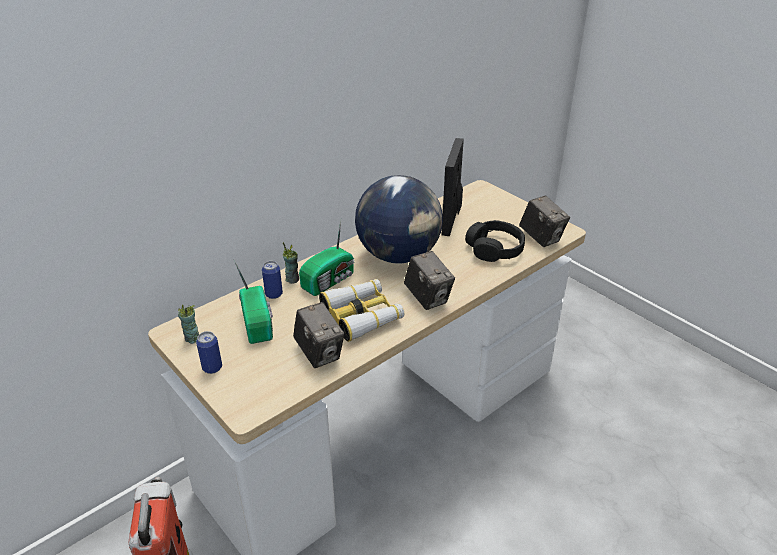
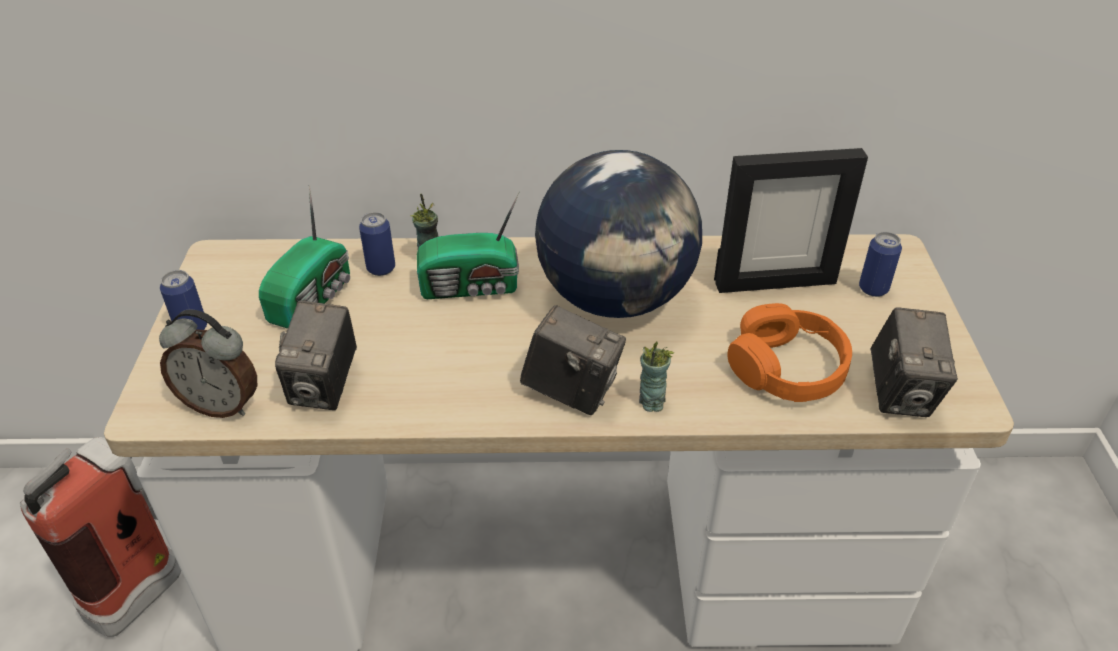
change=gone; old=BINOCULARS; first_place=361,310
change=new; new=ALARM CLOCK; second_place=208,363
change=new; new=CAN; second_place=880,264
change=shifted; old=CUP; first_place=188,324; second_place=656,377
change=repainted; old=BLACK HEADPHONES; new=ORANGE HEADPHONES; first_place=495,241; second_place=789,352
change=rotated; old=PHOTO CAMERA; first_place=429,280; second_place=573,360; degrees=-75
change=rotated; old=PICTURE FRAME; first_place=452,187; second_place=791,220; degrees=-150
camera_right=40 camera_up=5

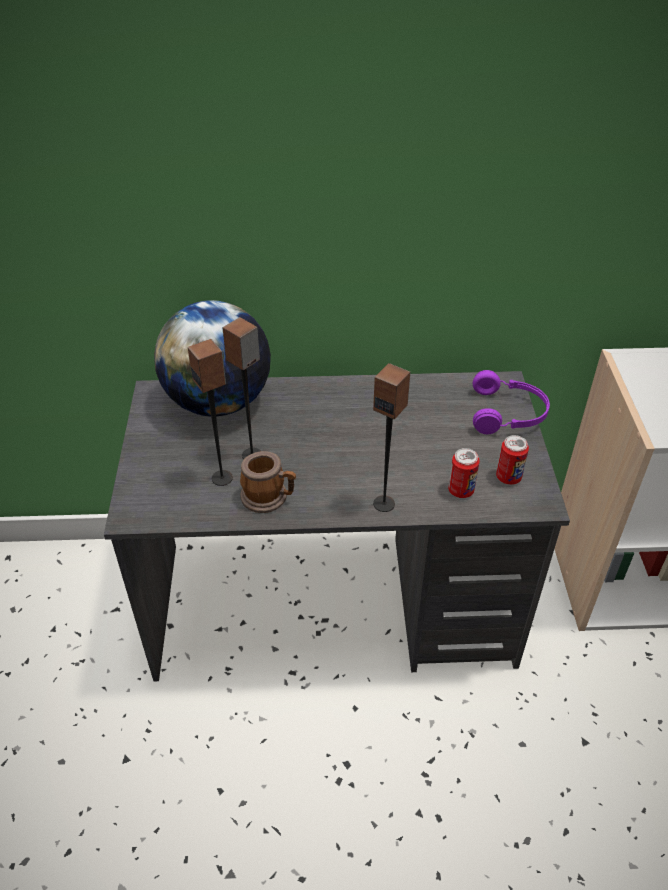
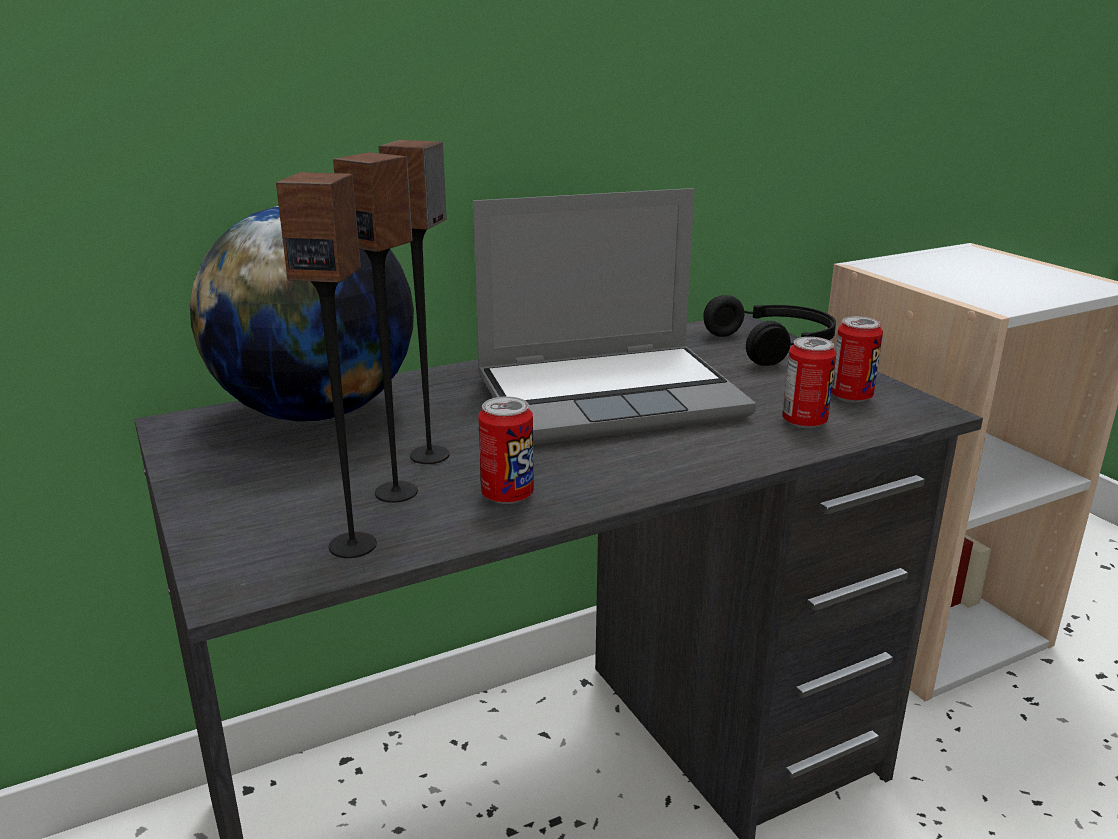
change=new; new=LAPTOP; second_place=614,316
change=shifted; old=SPEAKER; first_place=391,437; second_place=326,365
change=swapped; old=MUG; new=CAN; first_place=268,482; second_place=506,450
change=repainted; old=PURPLE HEADPHONES; new=BLACK HEADPHONES; first_place=511,402; second_place=769,330
camera_right=-25 camera_up=-20

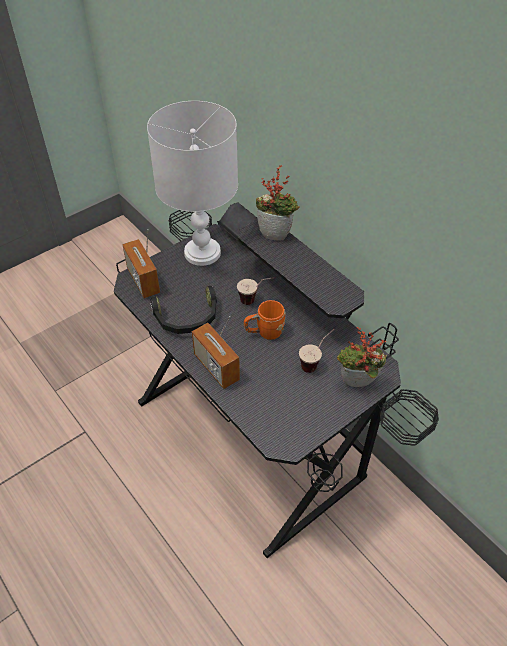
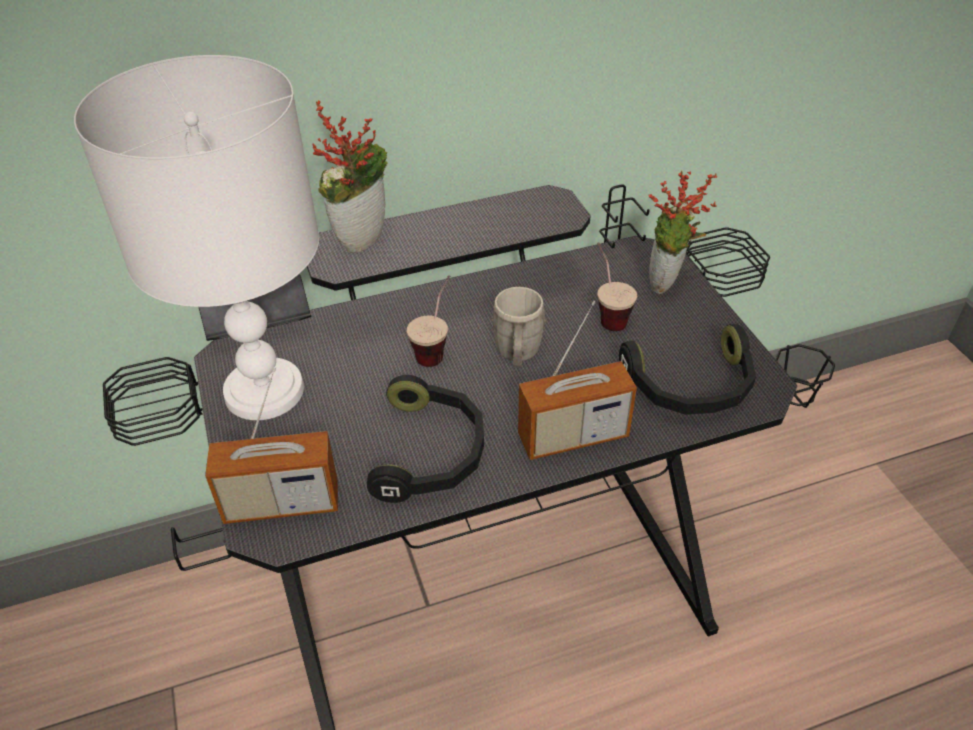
change=new; new=BLACK HEADPHONES; second_place=687,369
change=repainted; old=ORANGE MUG; new=GREY MUG; first_place=265,320; second_place=519,327
camera_right=-70 camera_up=-5

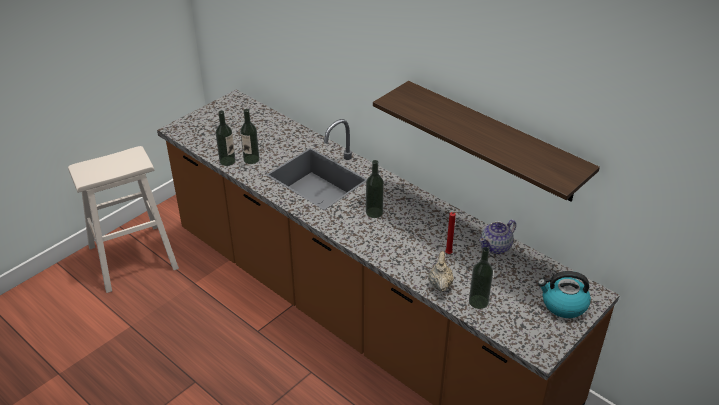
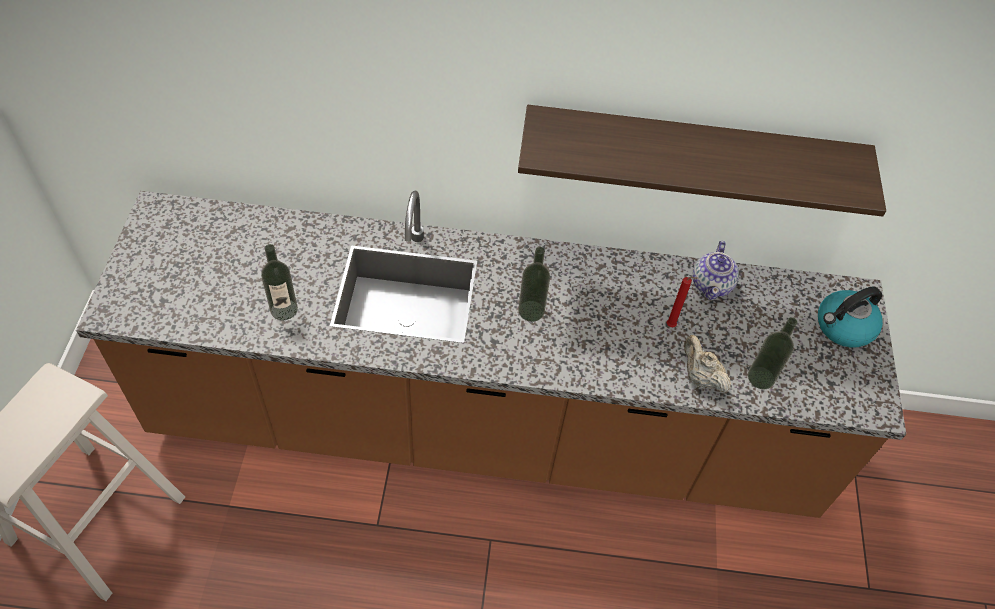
change=gone; old=BOTTLE; first_place=226,138
camera_right=-40 camera_up=15

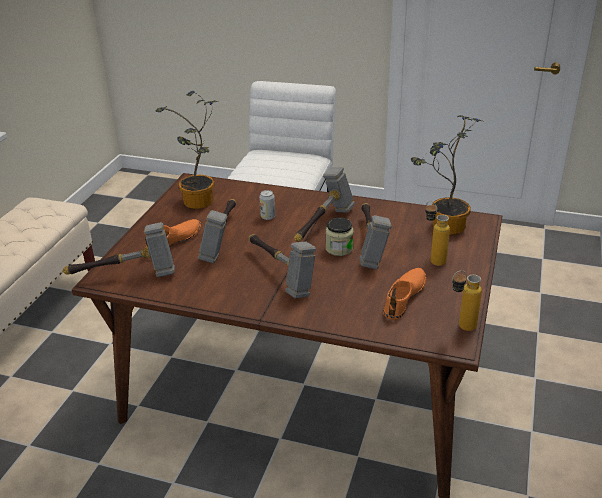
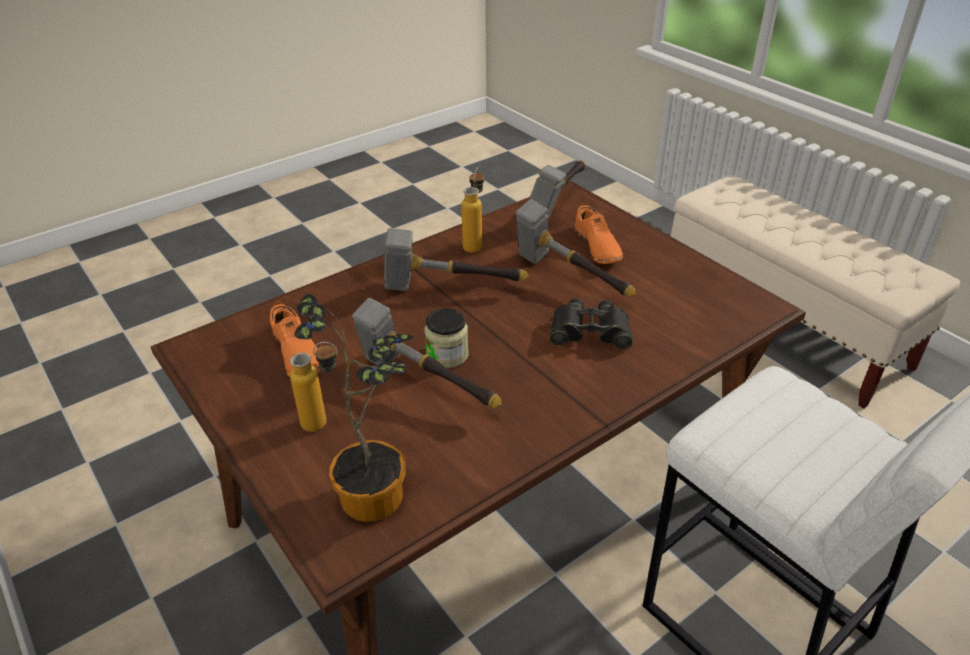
change=gone; old=POTTED PLANT; first_place=187,150
change=gone; old=HAMMER; first_place=324,204
change=shifted; old=BOTTLE; first_place=467,300; second_place=472,210
change=swapped; old=CAN; new=BLACK BINOCULARS; first_place=267,205; second_place=591,324
camera_right=125 camera_up=5

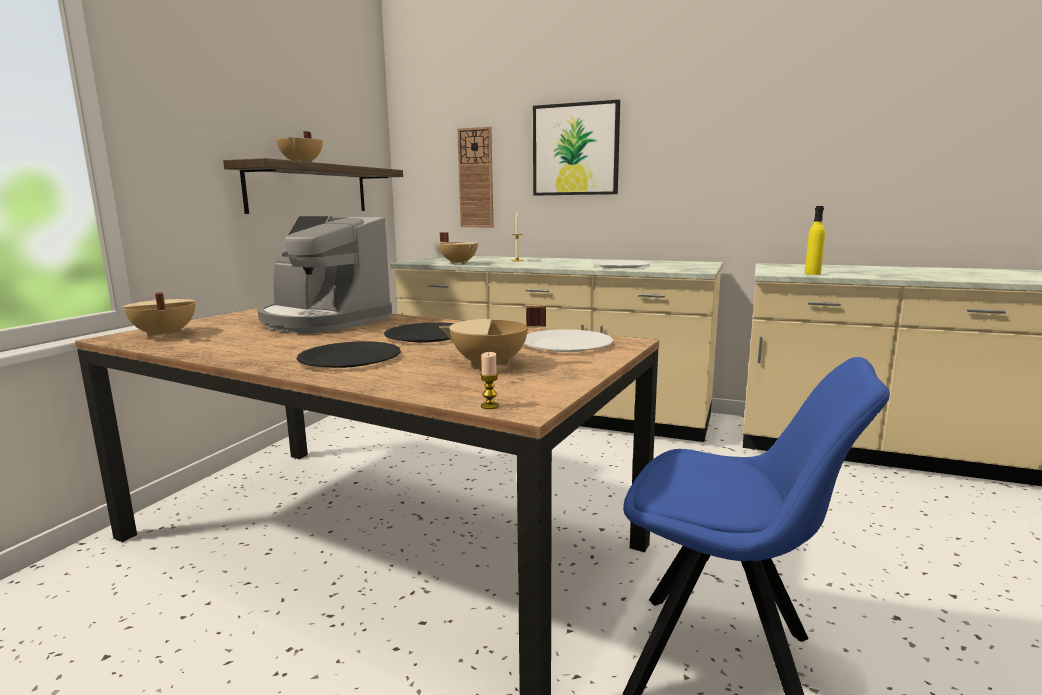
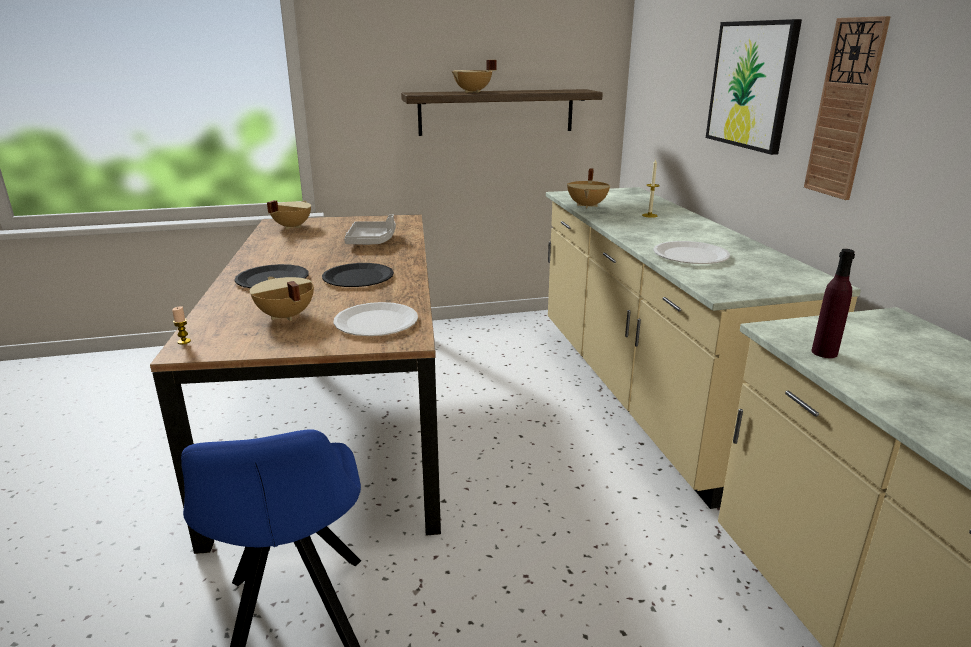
change=shifted; old=WALL CLOCK; first_place=475,177; second_place=847,108
change=swapped; old=COFFEE MACHINE; new=GREY TRAY; first_place=324,274; second_place=370,229
change=repainted; old=YELLOW BOTTLE; new=PURPLE BOTTLE; first_place=814,240; second_place=833,303
camera_right=55 camera_up=10

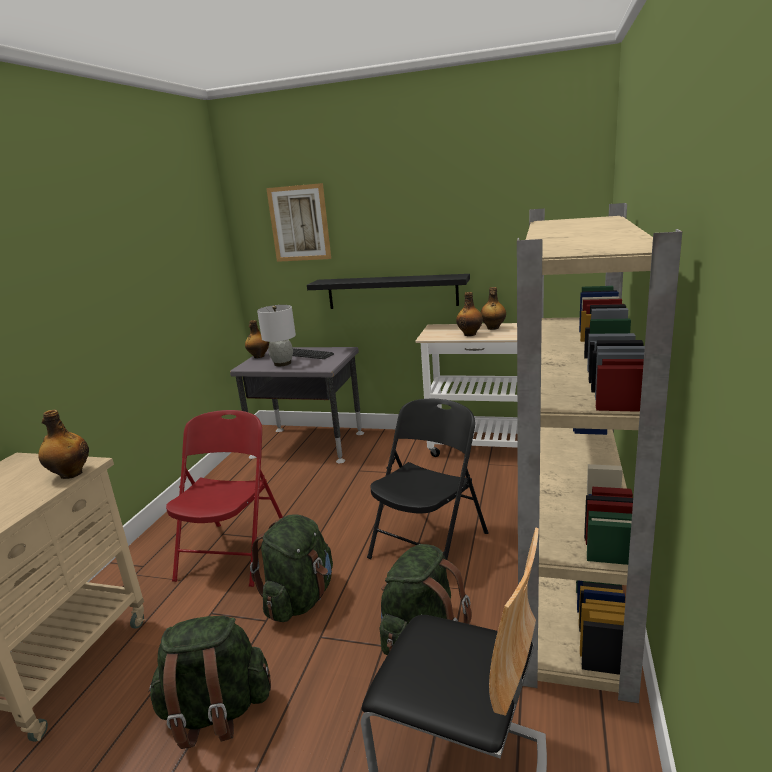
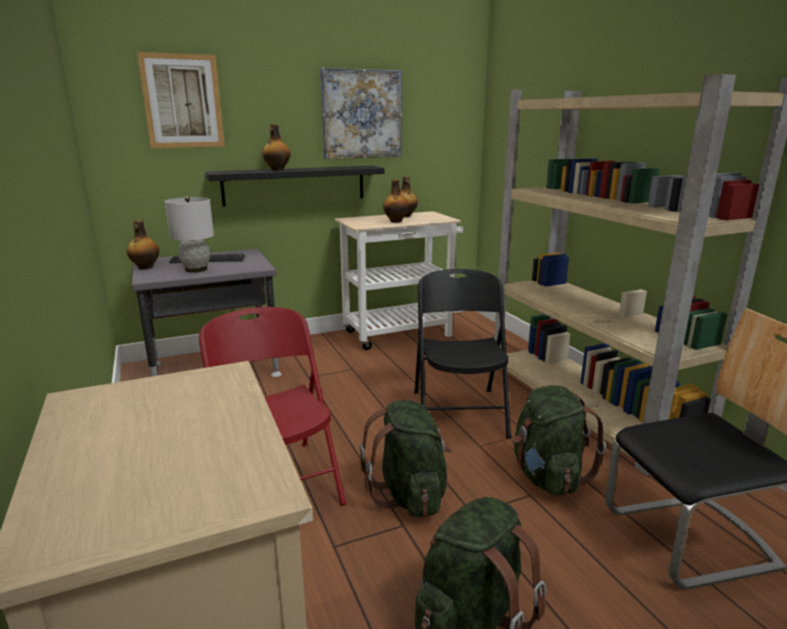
change=new; new=PICTURE; second_place=361,113
change=shifted; old=BOTTLE; first_place=63,444; second_place=276,147
camera_right=-40 camera_up=0

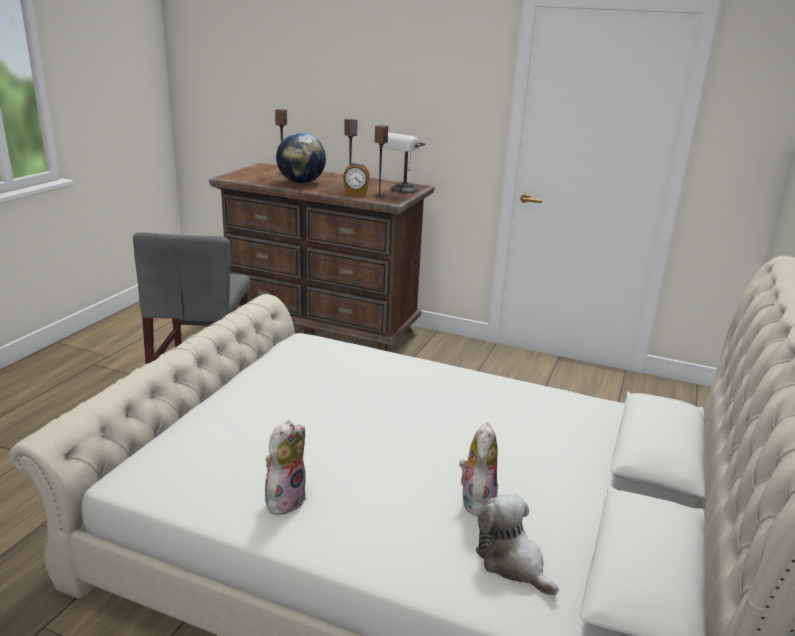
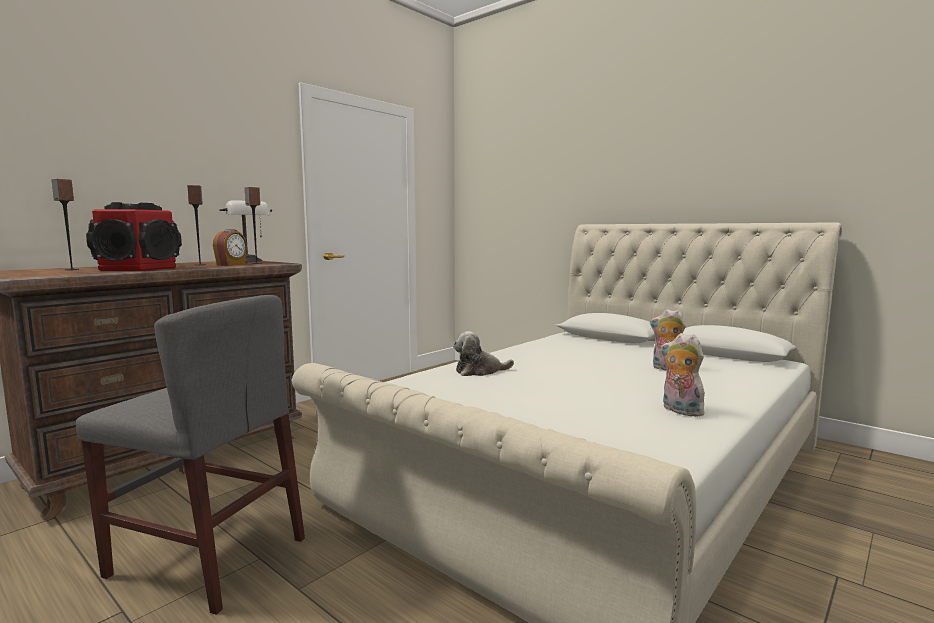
change=shifted; old=PLUSH TOY; first_place=517,544; second_place=483,353
change=swapped; old=GLOBE; new=SPEAKER; first_place=301,158; second_place=134,236
camera_right=-70 camera_up=-15

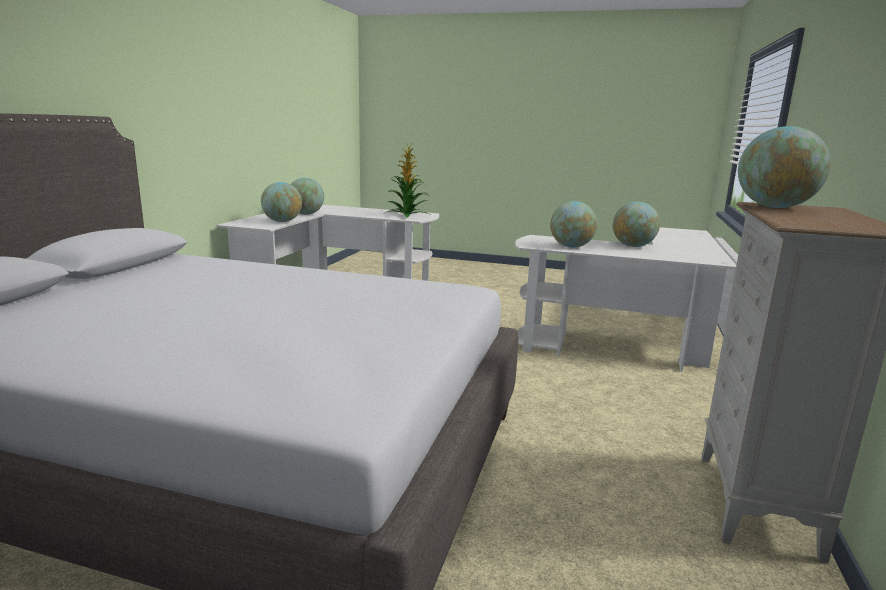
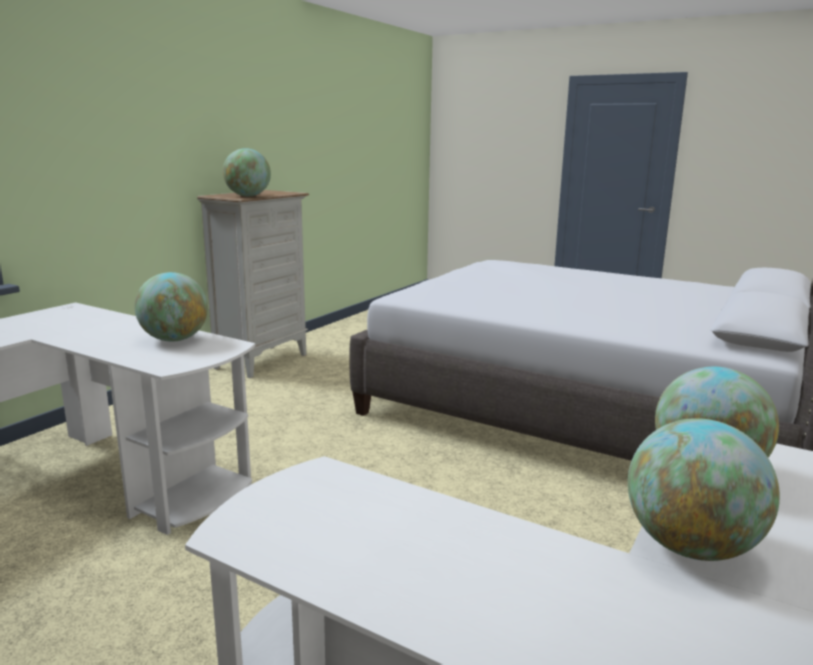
change=gone; old=POTTED PLANT; first_place=407,180
change=gone; old=GLOBE; first_place=636,224
camera_right=-165 camera_up=0

